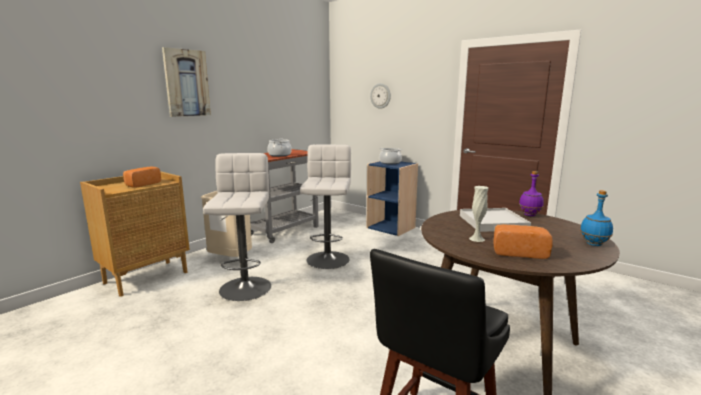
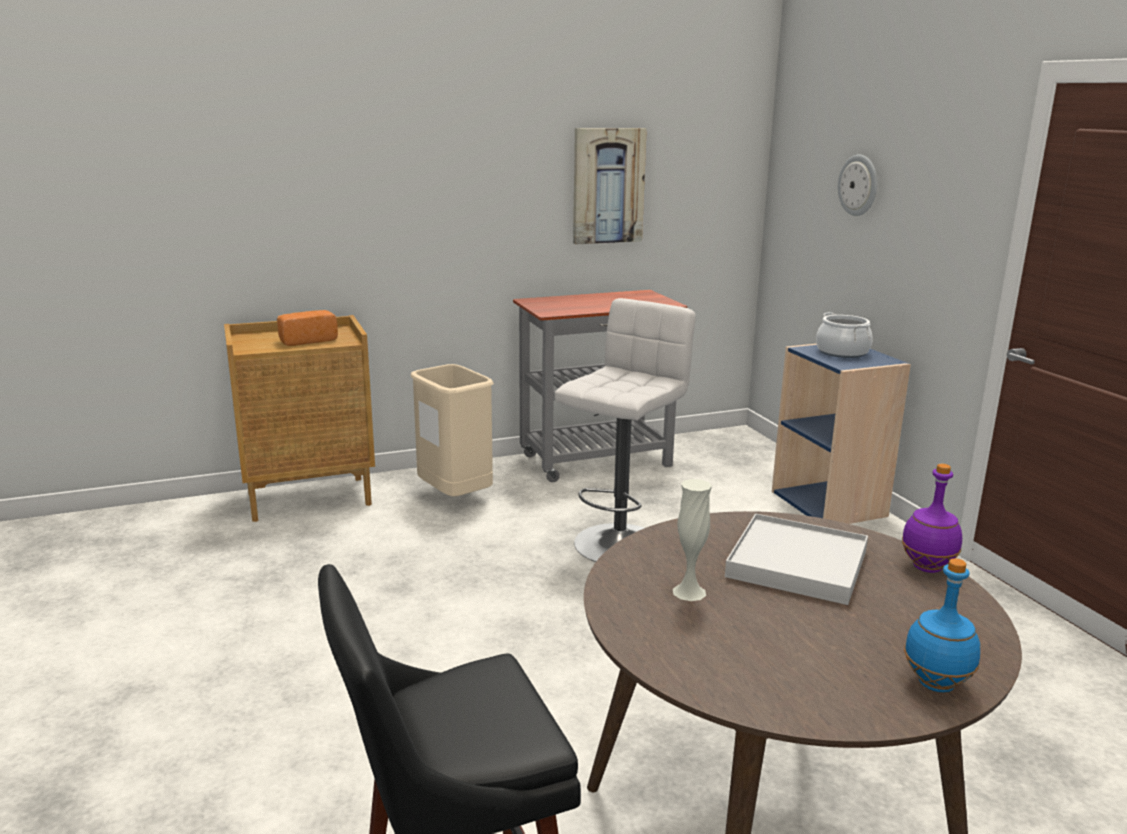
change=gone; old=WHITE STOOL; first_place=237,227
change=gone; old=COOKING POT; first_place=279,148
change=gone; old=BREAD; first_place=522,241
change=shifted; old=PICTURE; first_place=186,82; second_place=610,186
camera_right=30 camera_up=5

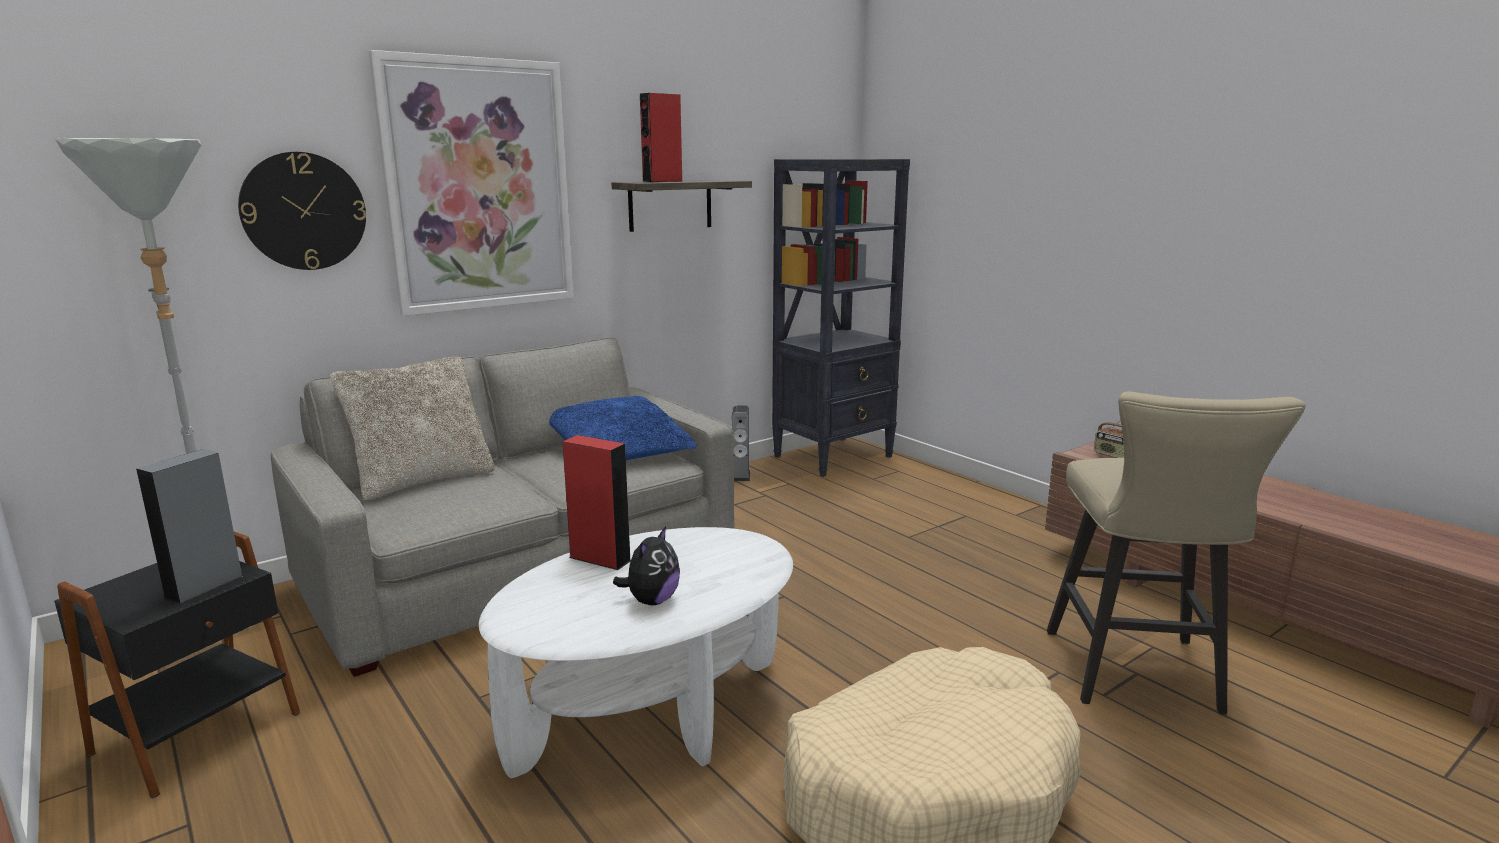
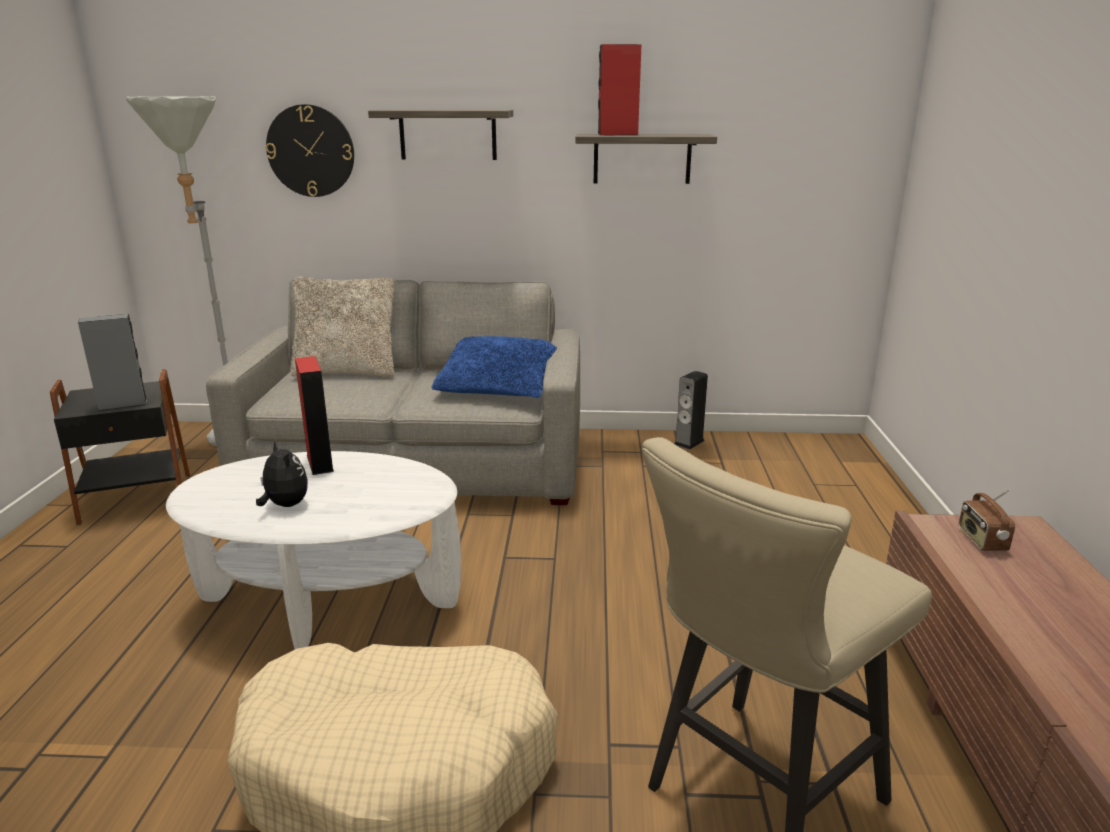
change=gone; old=BLACK BOOKCASE; first_place=841,318
change=swapped; old=PICTURE; new=SHELF; first_place=471,183; second_place=440,135
change=rotated; old=PLUSH TOY; first_place=646,566; second_place=282,474; degrees=-105
camera_right=40 camera_up=5

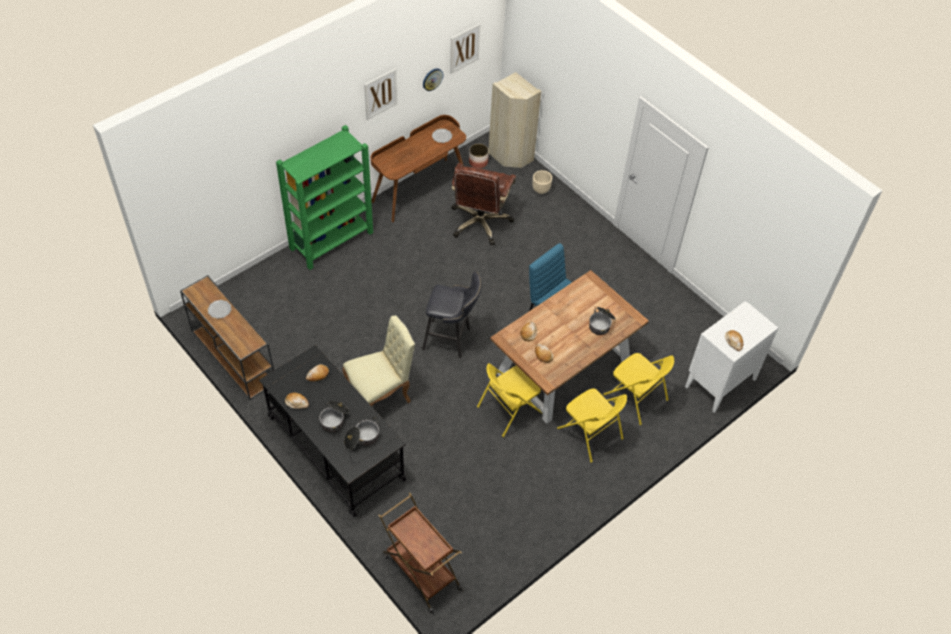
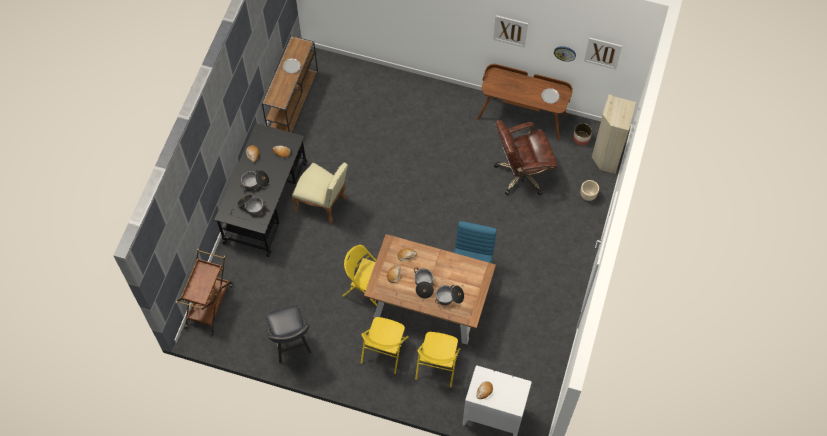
change=gone; old=GREEN BOOKCASE; first_place=324,197
change=new; new=COOKING POT; second_place=424,283
change=shifted; old=BLACK STOOL; first_place=452,315; second_place=289,334
camera_right=60 camera_up=10

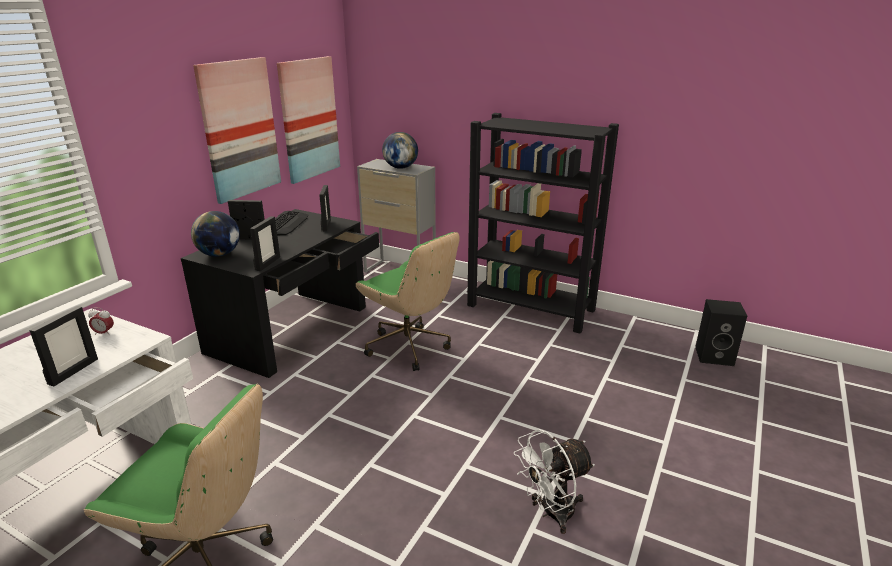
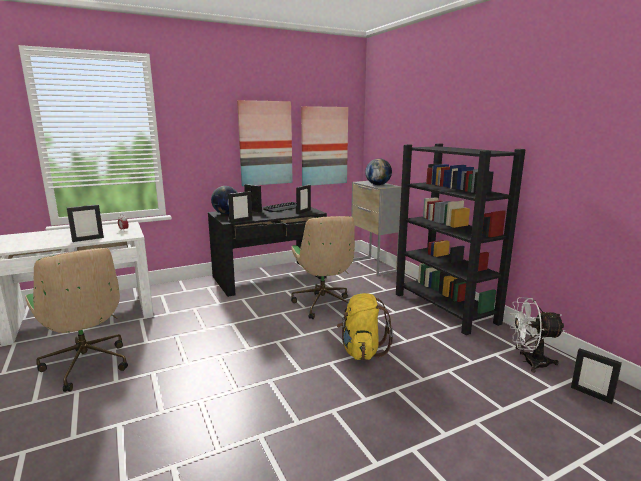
change=new; new=YELLOW BACKPACK; second_place=365,326
change=shifted; old=WHITE FAN; first_place=554,481; second_place=537,335
change=swapped; old=BLACK SPEAKER; new=PICTURE FRAME; first_place=721,332; second_place=596,376
camera_right=35 camera_up=-10

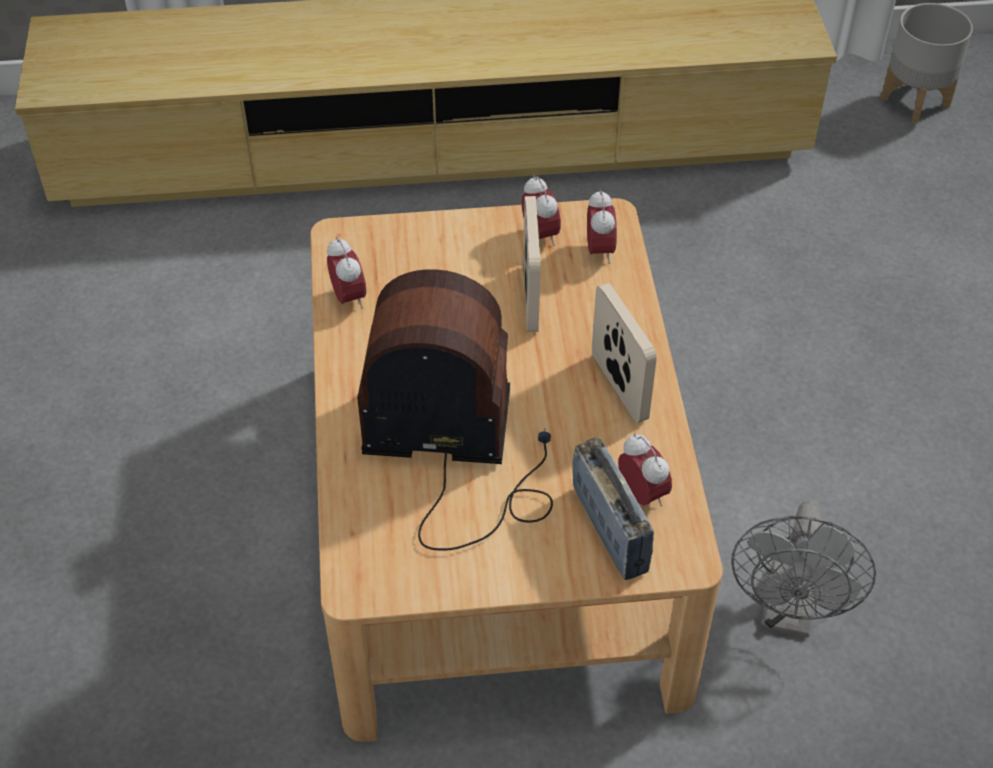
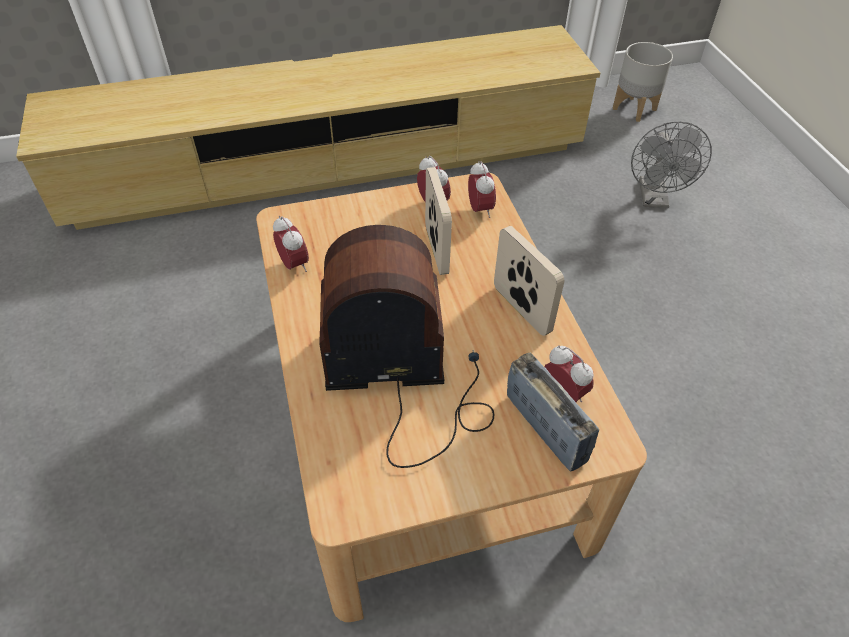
change=shifted; old=GREY FAN; first_place=804,569; second_place=671,164
camera_right=-10 camera_up=0

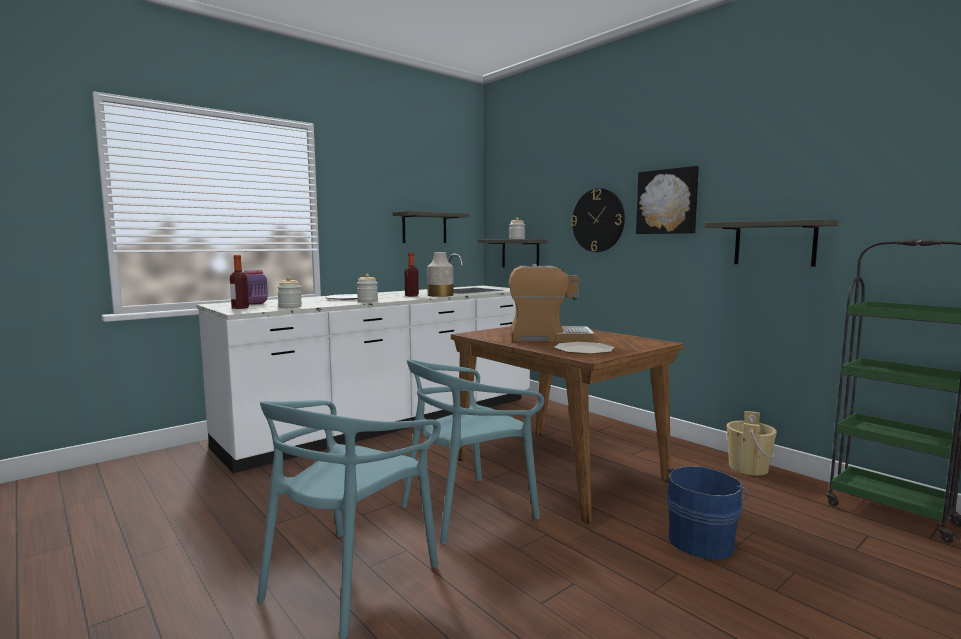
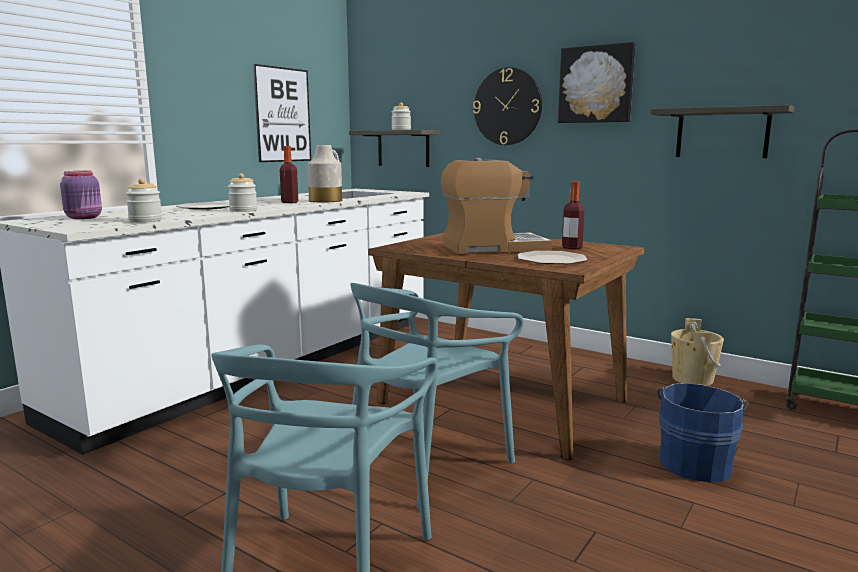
change=shifted; old=BOTTLE; first_place=239,282; second_place=573,215
change=swapped; old=SHELF; new=PICTURE; first_place=431,227; second_place=282,113
camera_right=-15 camera_up=5

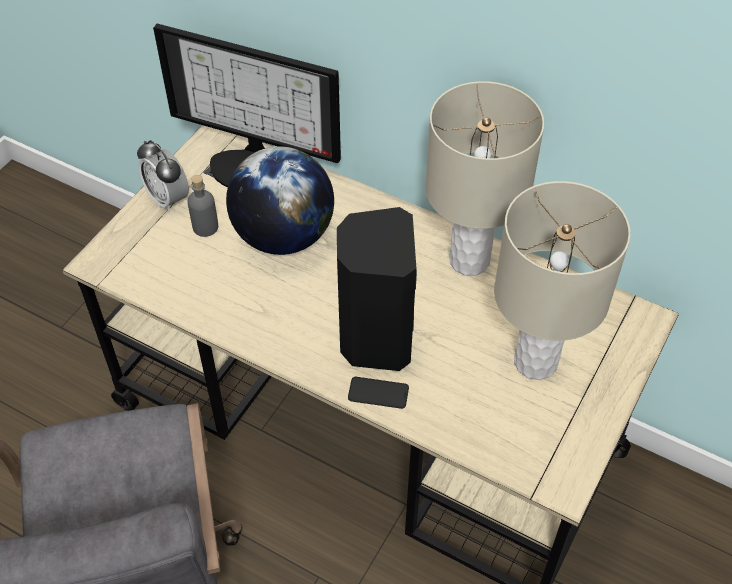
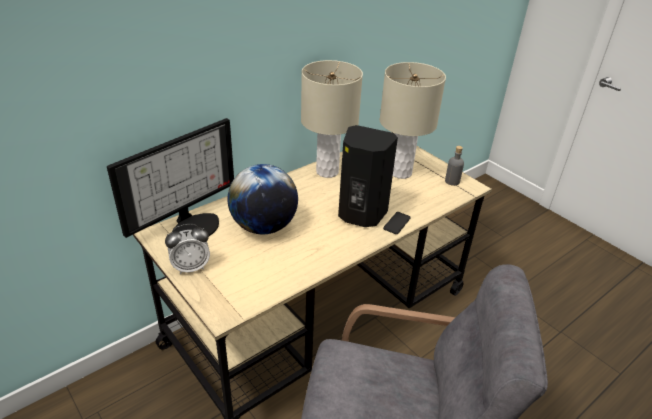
change=shifted; old=GREY BOTTLE; first_place=202,206; second_place=454,166
camera_right=-70 camera_up=-15

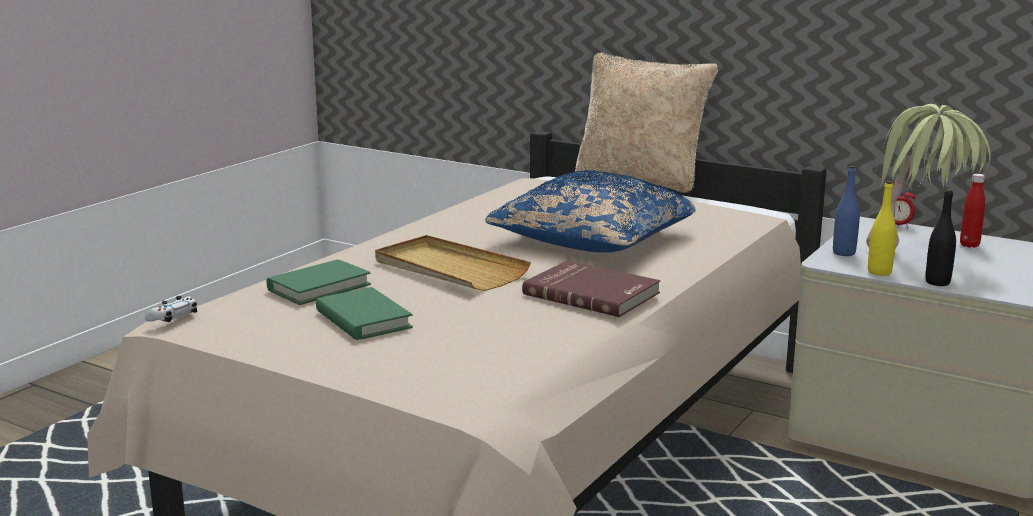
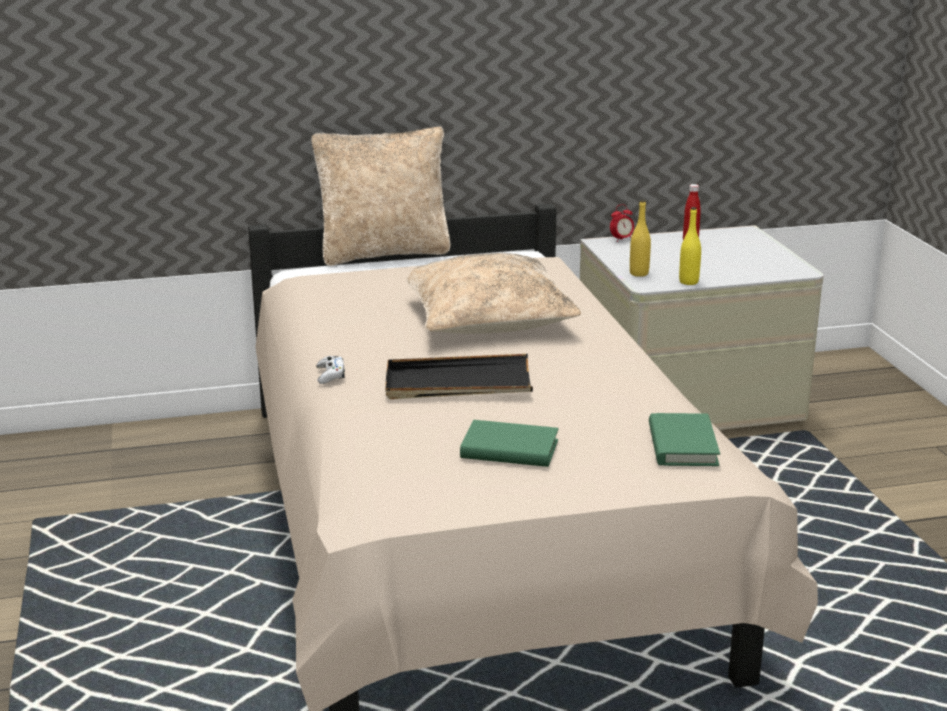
change=gone; old=RED BOOK; first_place=591,288
change=gone; old=POTTED PLANT; first_place=928,176
change=gone; old=BLACK BOTTLE; first_place=941,237
change=shifted; old=WHITE GAME CONTROLLER; first_place=171,309; second_place=330,370
change=shifted; old=GREEN BOOK; first_place=319,282; second_place=684,439
change=repainted; old=BEIGE TRAY; new=BLACK TRAY; first_place=453,263; second_place=459,376
change=repainted; old=BLUE PILLOW; new=BEIGE PILLOW; first_place=590,211; second_place=494,293
change=repainted; old=BLUE BOTTLE; new=YELLOW BOTTLE; first_place=846,211; second_place=640,238
camera_right=-45 camera_up=5

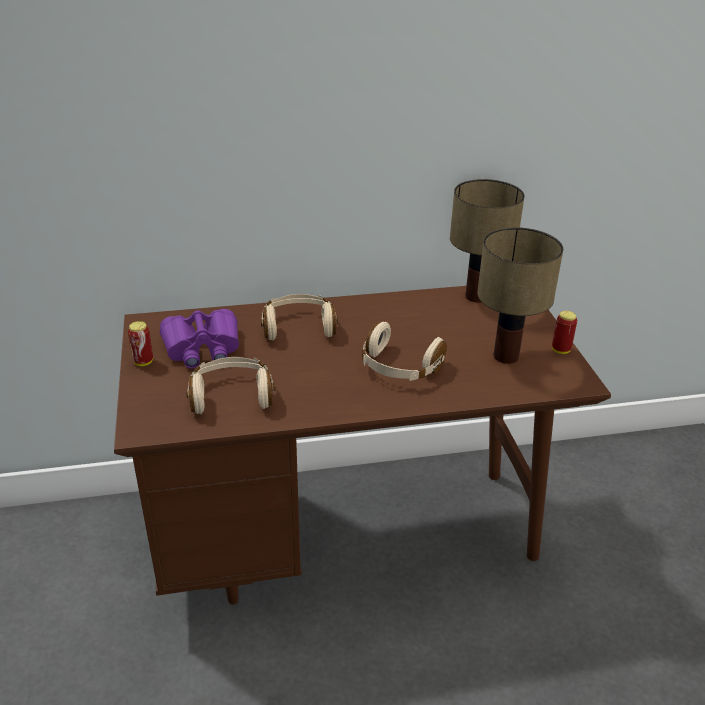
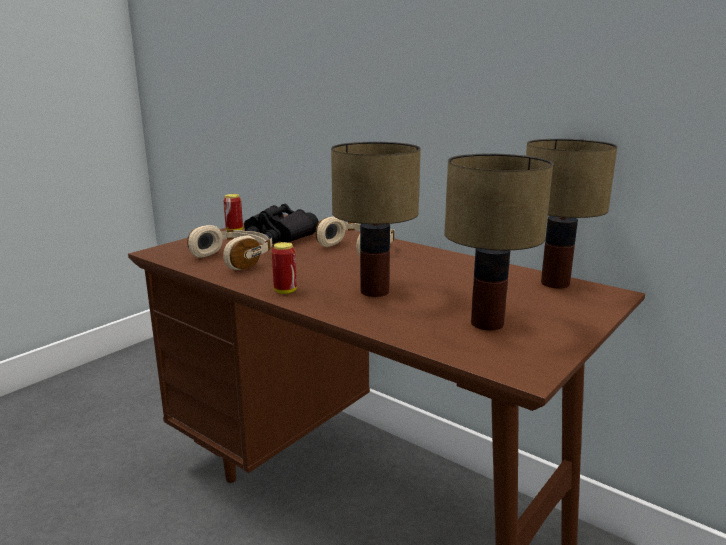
change=shifted; old=CAN; first_place=564,332; second_place=284,268
change=swapped; old=BEIGE HEADPHONES; new=TABLE LAMP; first_place=404,351; second_place=376,219
change=repainted; old=PURPLE BINOCULARS; new=BLACK BINOCULARS; first_place=199,339; second_place=281,224
camera_right=50 camera_up=-15

